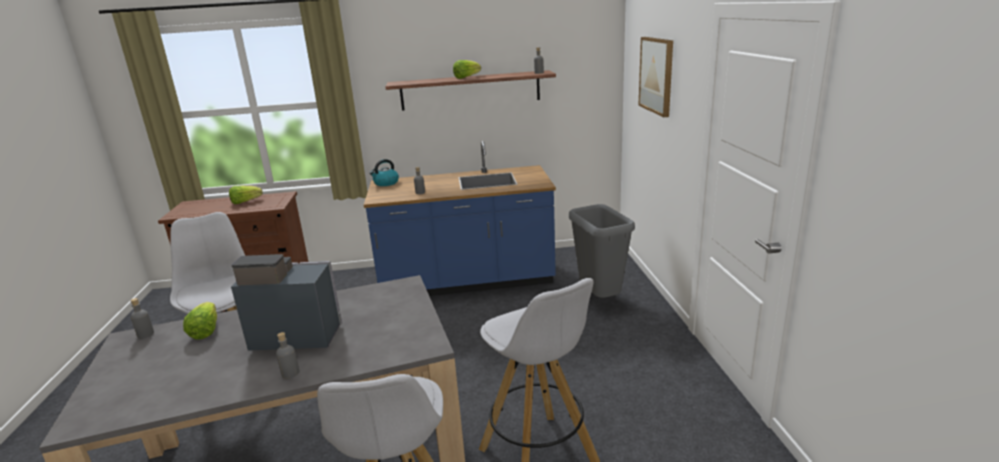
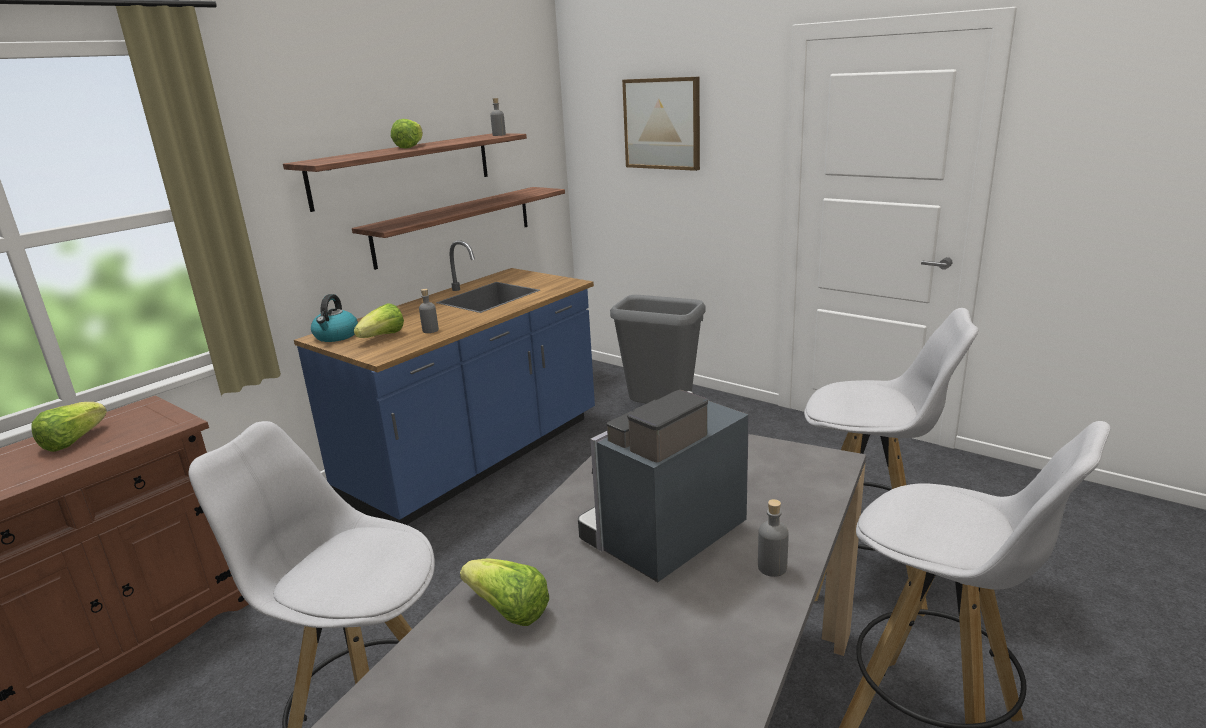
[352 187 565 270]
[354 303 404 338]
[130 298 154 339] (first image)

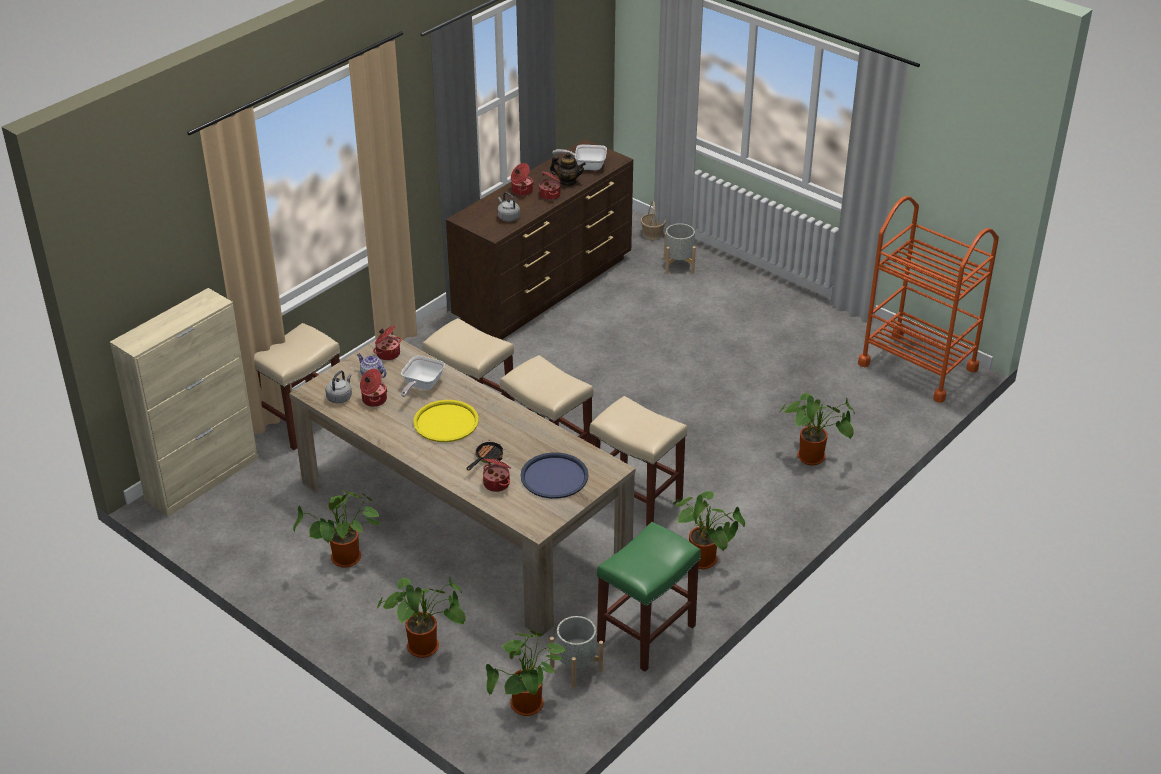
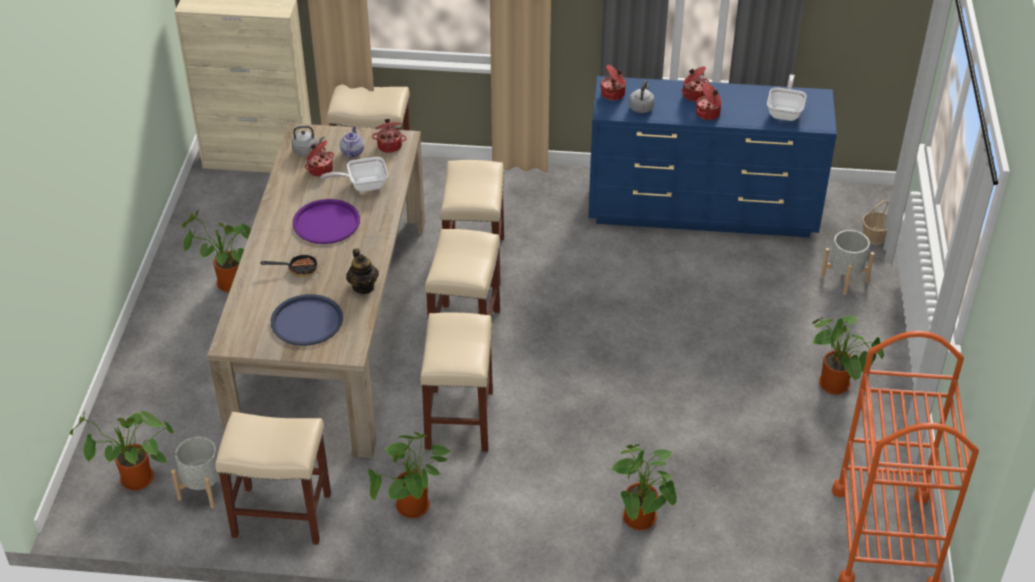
[215 412 331 545]
[293 199 360 244]
[346 248 379 294]
[588 76 837 237]
[600 65 626 100]
[767 74 806 121]
[811 316 884 395]

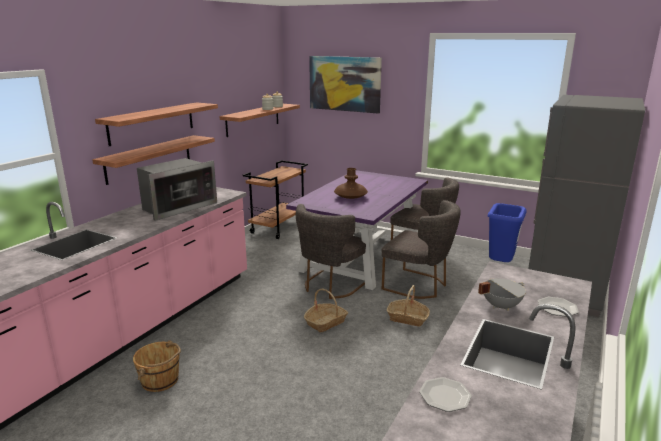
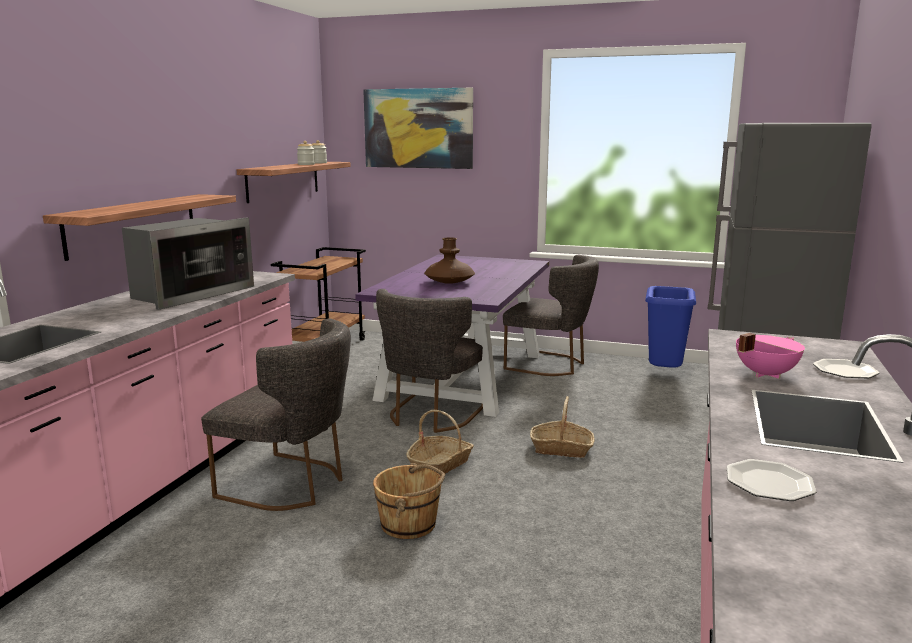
[201 319 351 511]
[373 463 445 539]
[736 333 805 379]
[95 102 218 146] (first image)

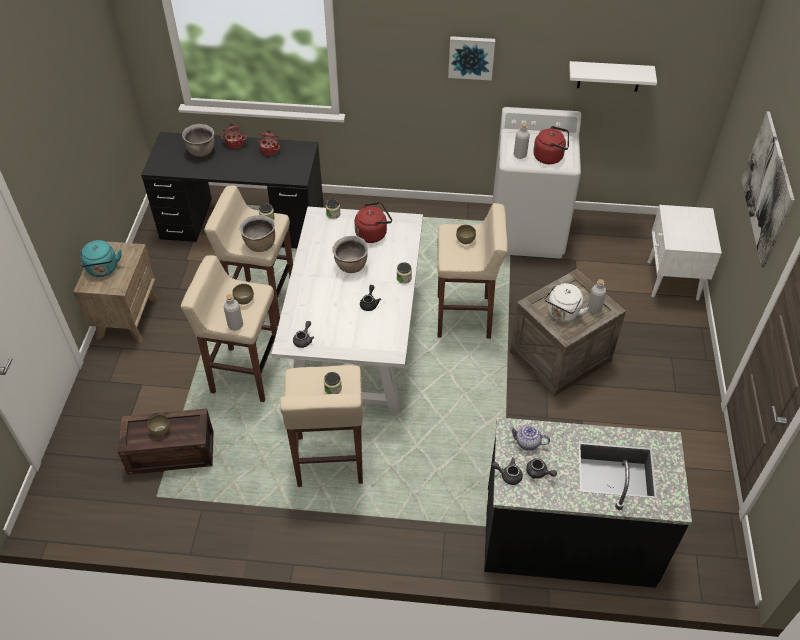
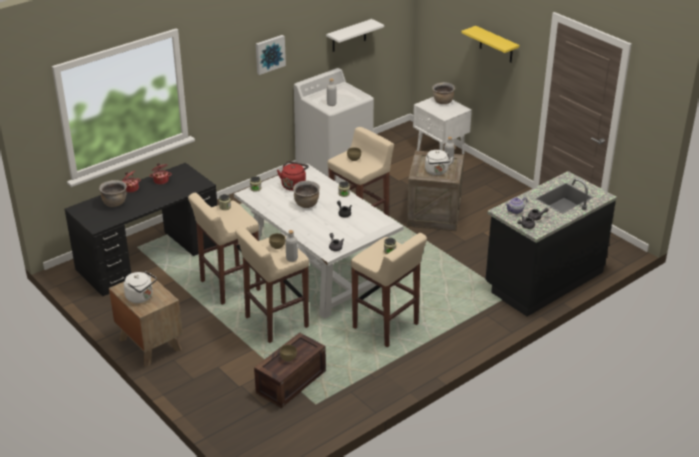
[124 271 157 303]
[432 82 455 104]
[461 26 519 63]
[533 126 569 164] (first image)

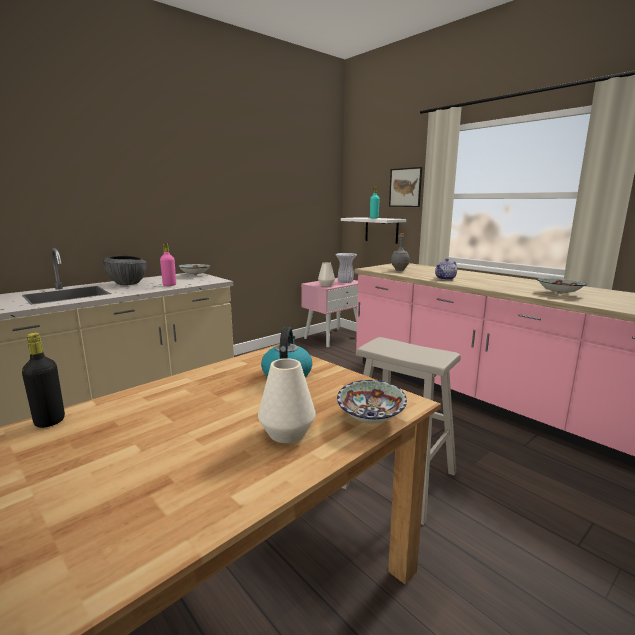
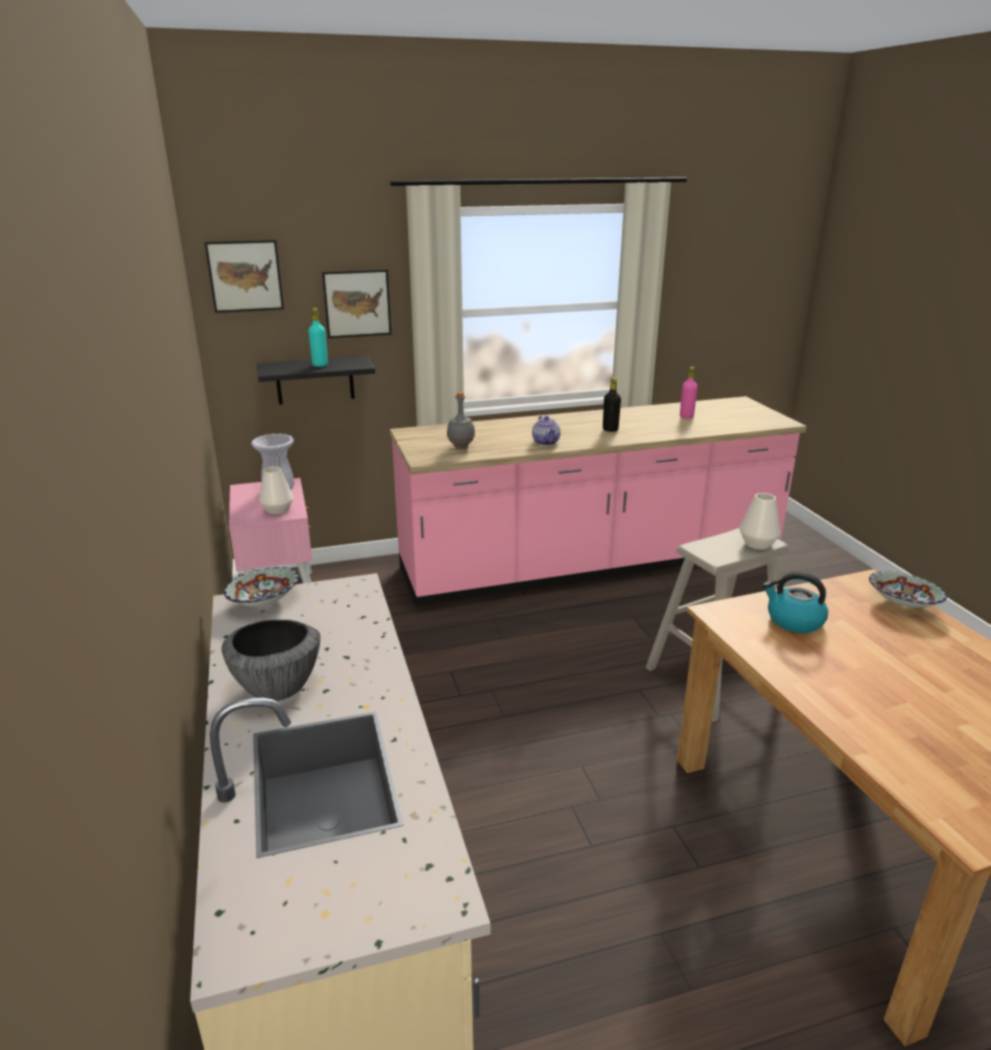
[205 240 284 313]
[257 356 375 405]
[603 378 621 432]
[680 367 698 419]
[740 493 781 550]
[537 278 587 294] (first image)

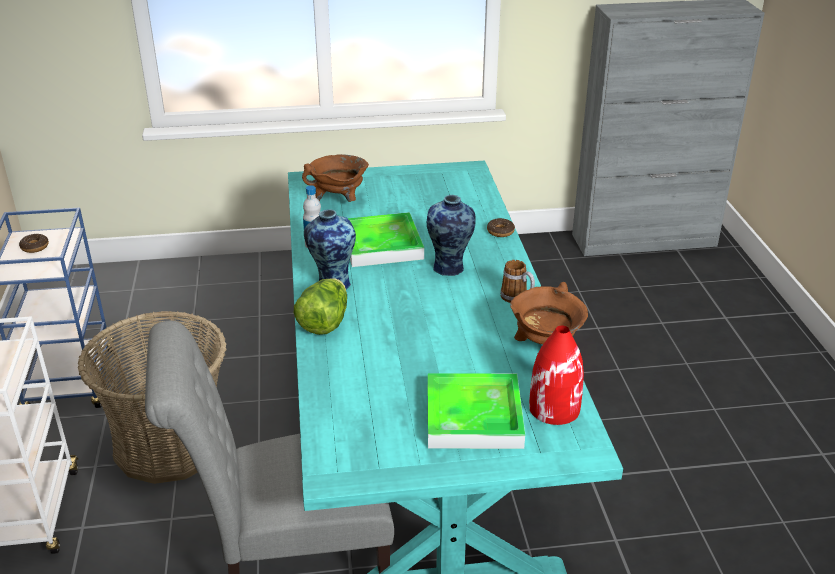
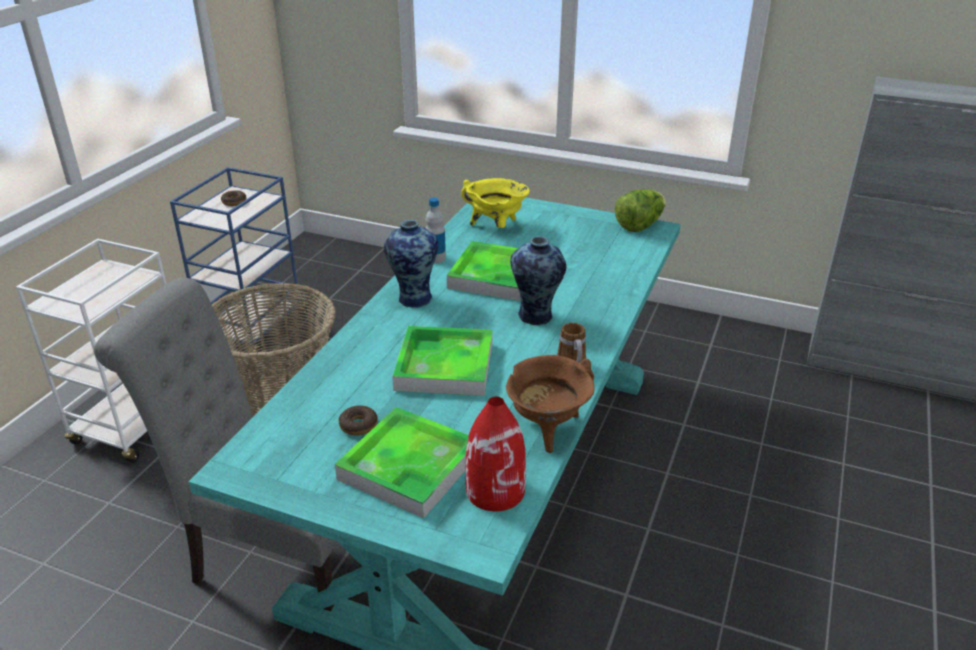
[338 405 378 435]
[392 326 493 396]
[461 178 530 228]
[615 189 666 232]

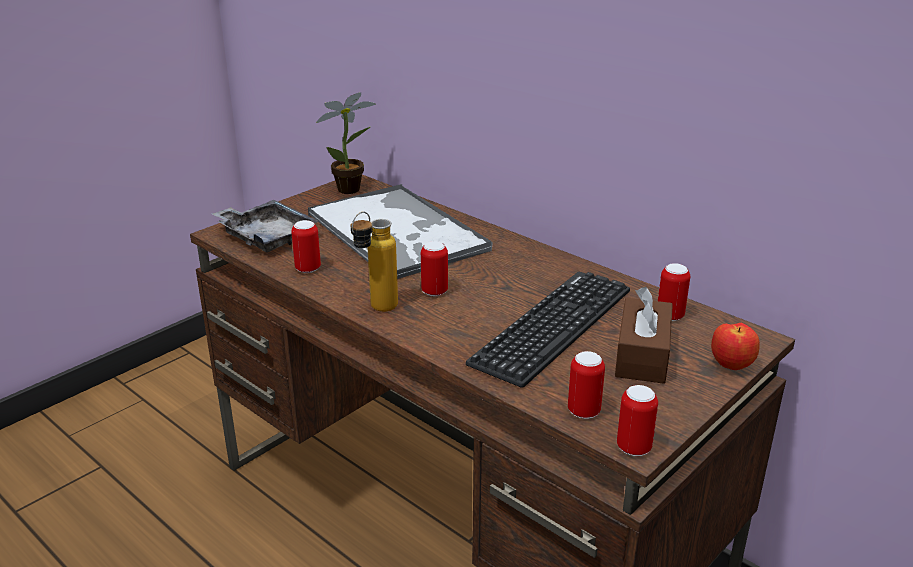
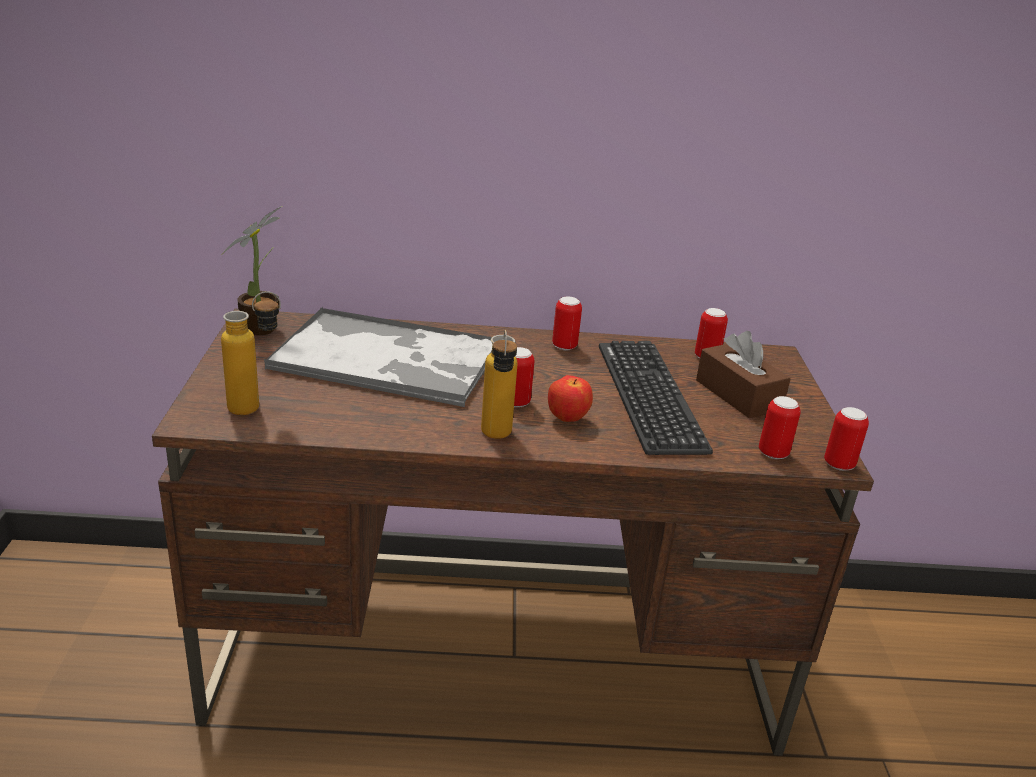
[221 291 281 415]
[548 375 593 422]
[552 297 582 350]

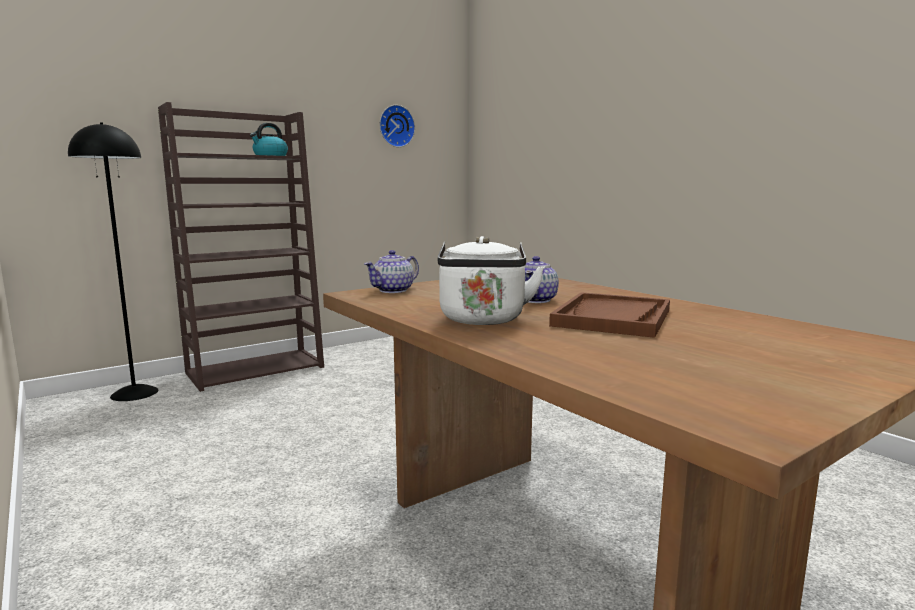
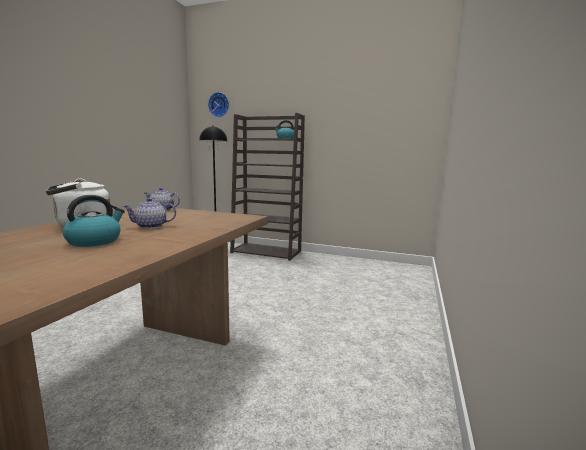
[63 195 125 247]
[208 92 229 118]

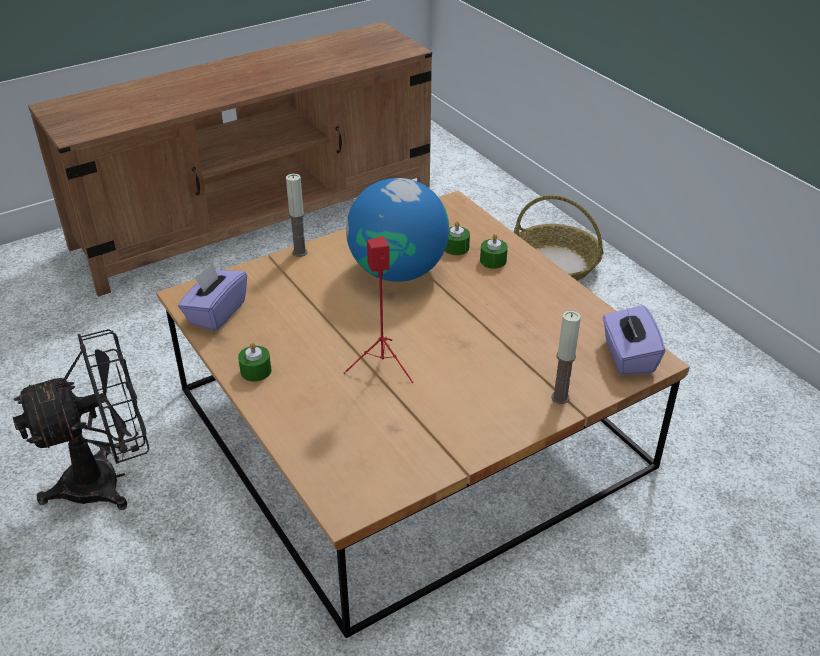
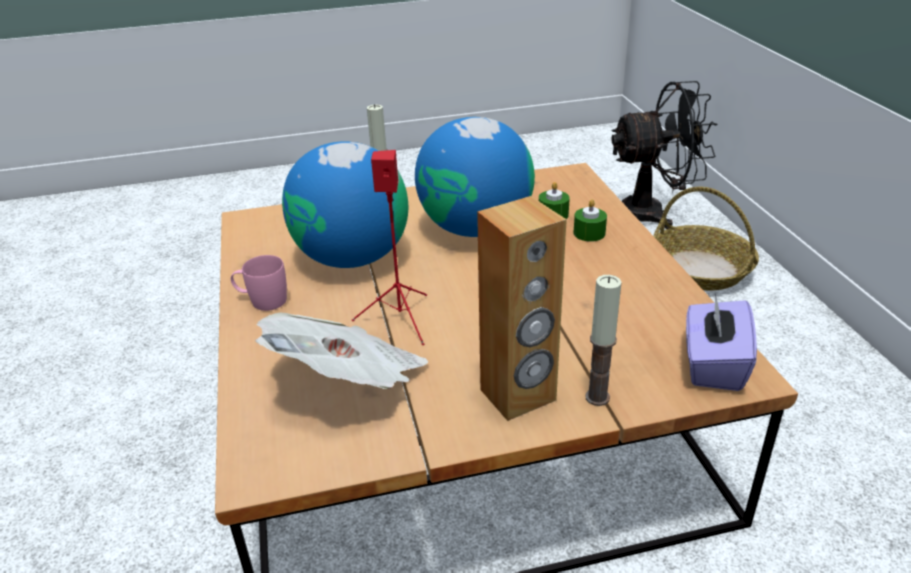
[231 255 287 311]
[255 313 428 389]
[282 141 408 268]
[477 196 567 421]
[611 81 717 229]
[28 22 432 297] (first image)
[178 262 247 331] (first image)

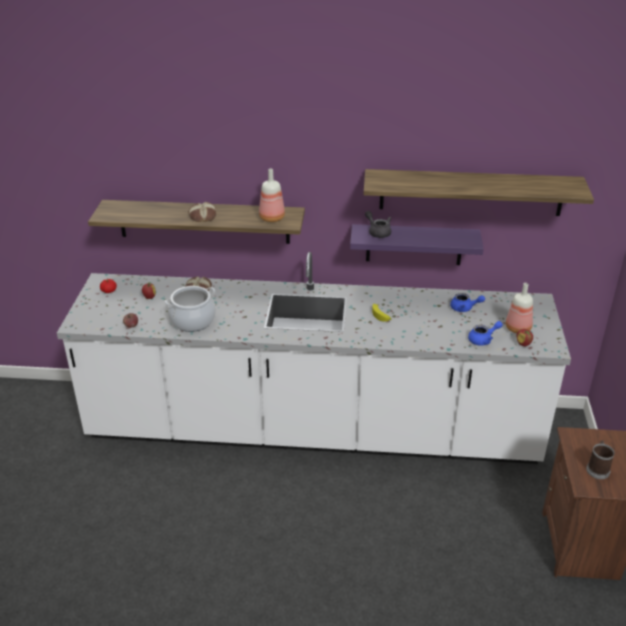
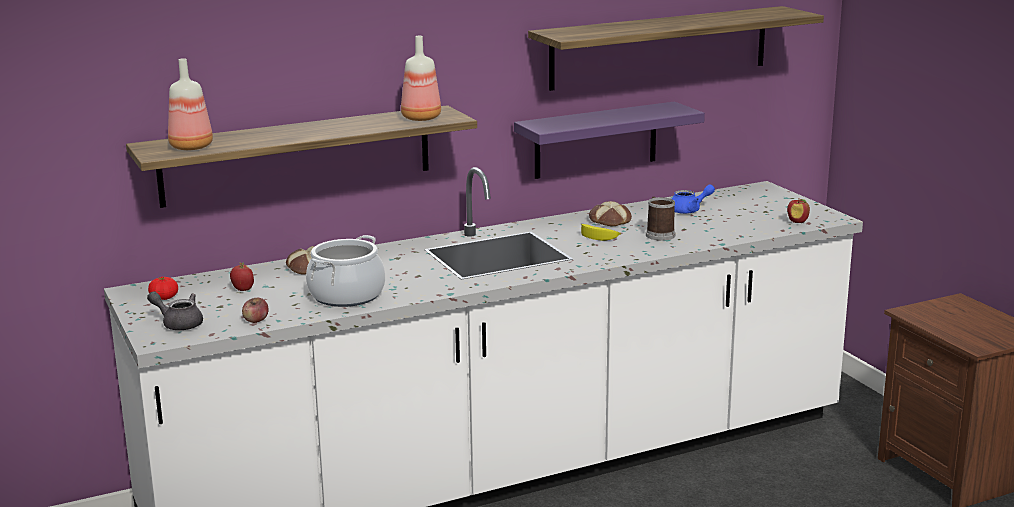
[147 291 203 330]
[168 58 213 150]
[589 201 632 226]
[646 197 675 241]
[468 321 503 346] (first image)

